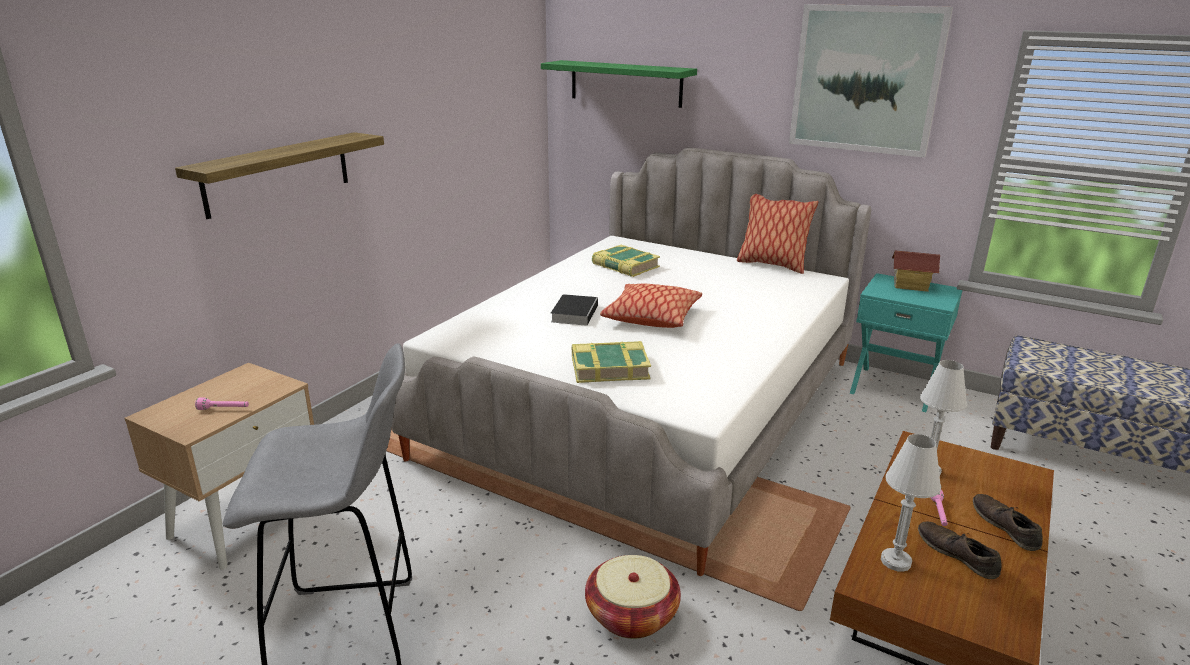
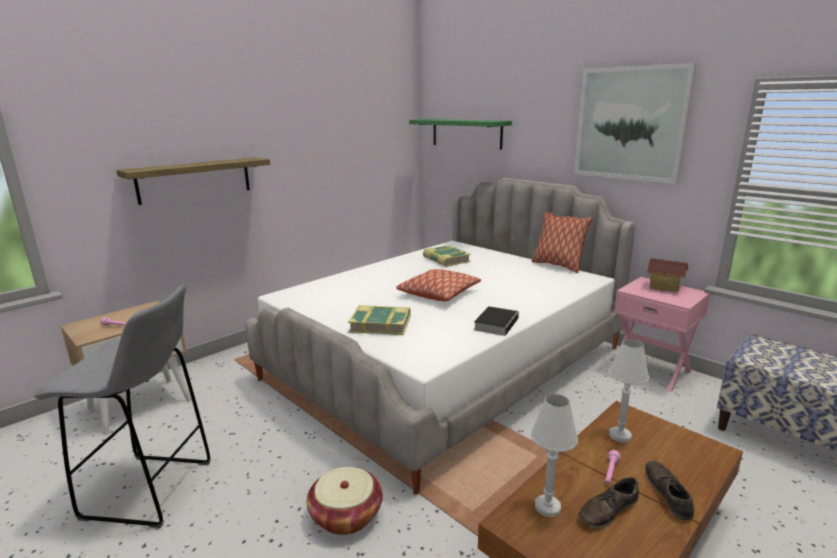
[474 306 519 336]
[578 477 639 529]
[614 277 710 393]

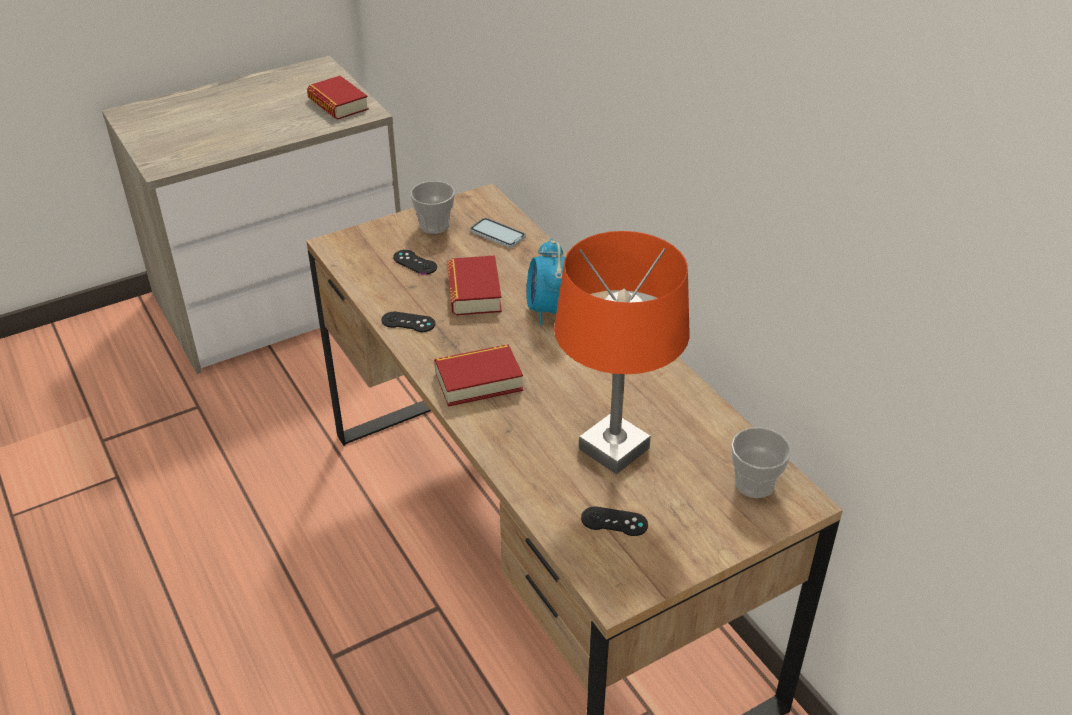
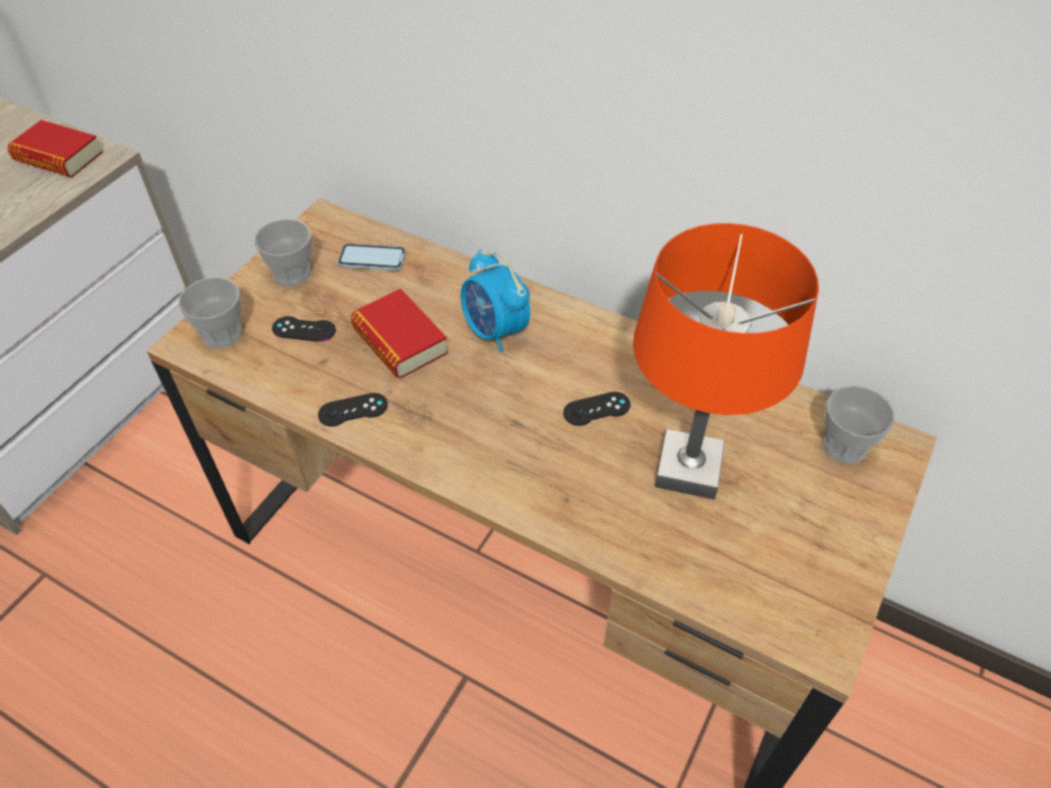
[178 277 242 349]
[563 392 630 426]
[434 344 523 407] (first image)

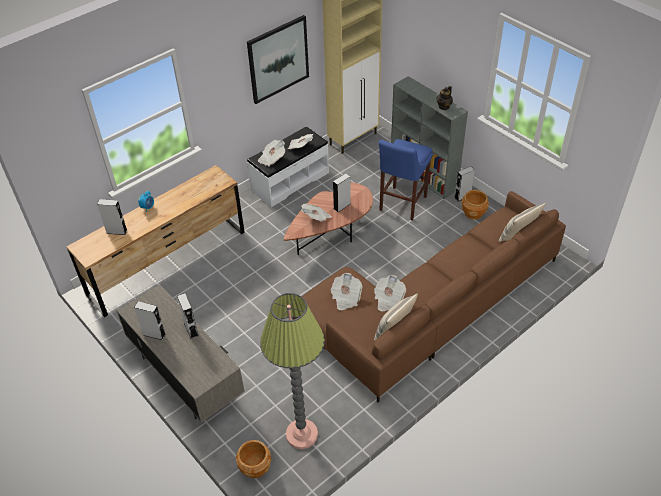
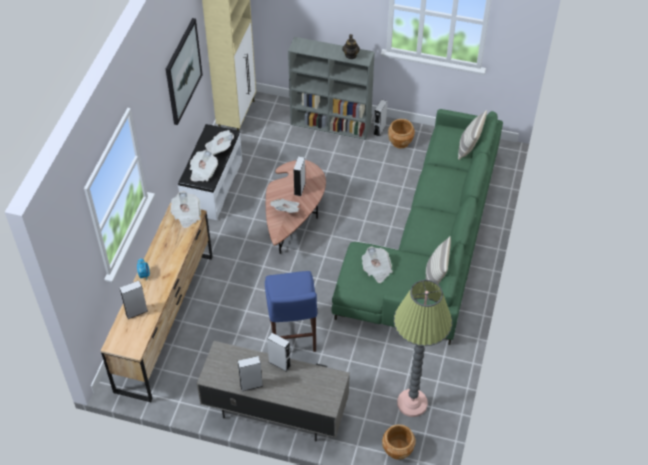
[170 191 201 228]
[265 271 317 352]
[331 109 503 345]

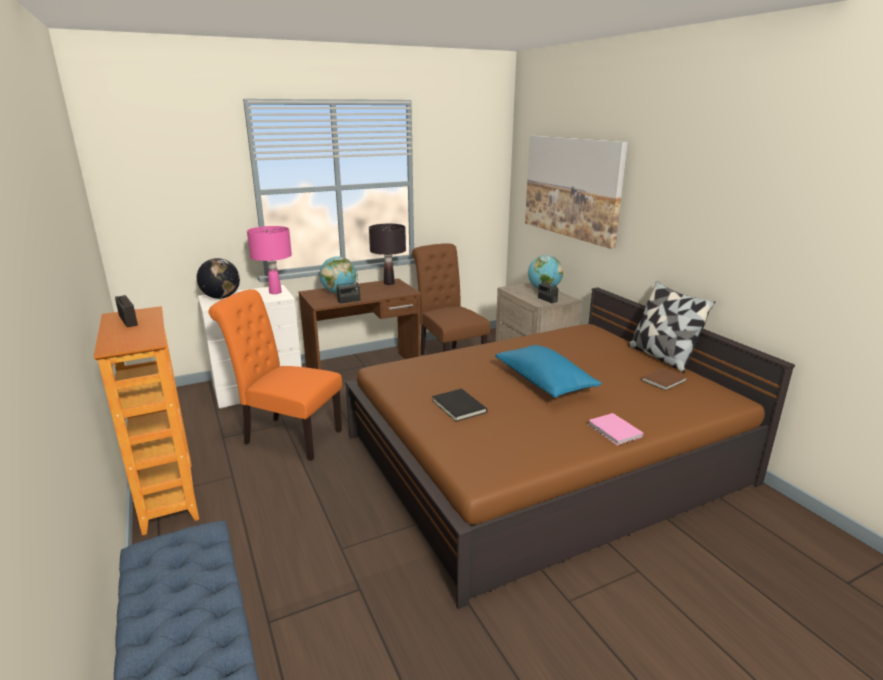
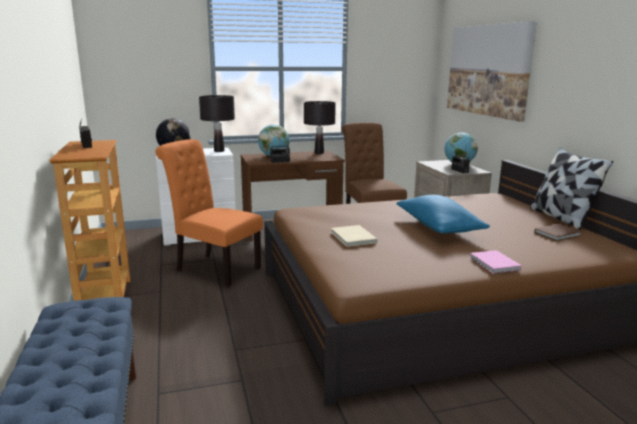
[199 95 235 152]
[331 225 378 247]

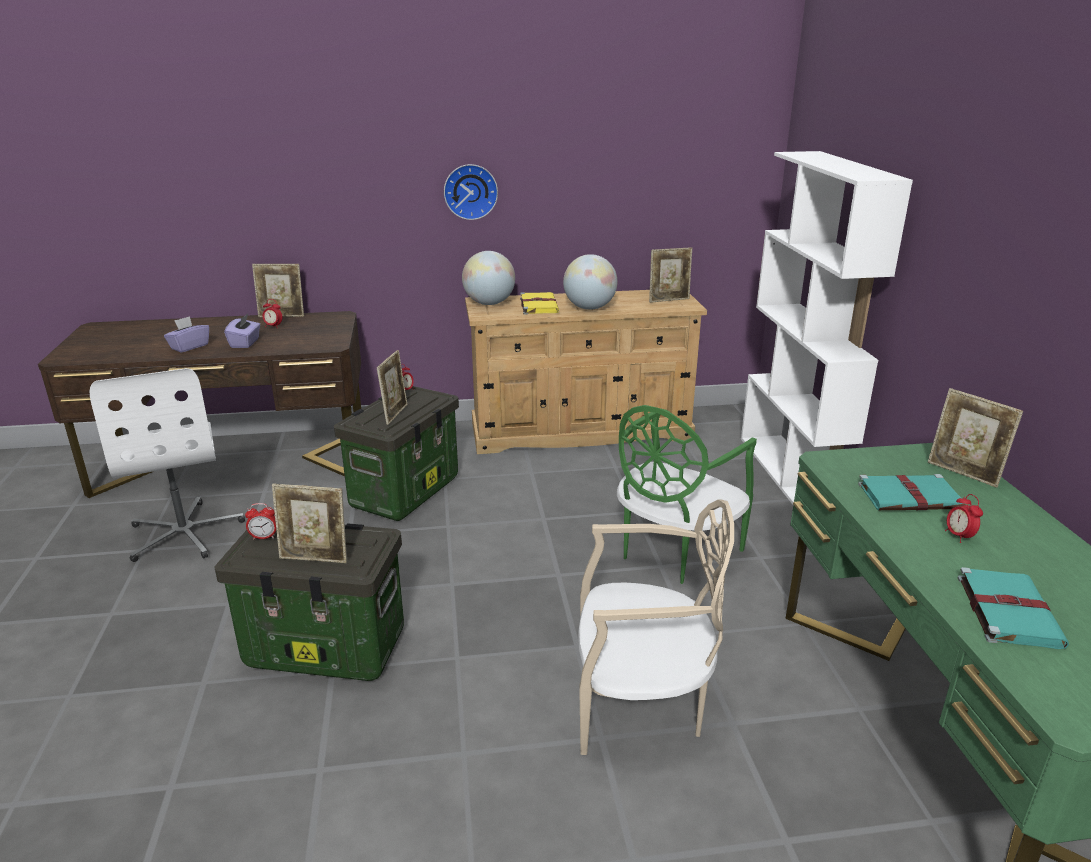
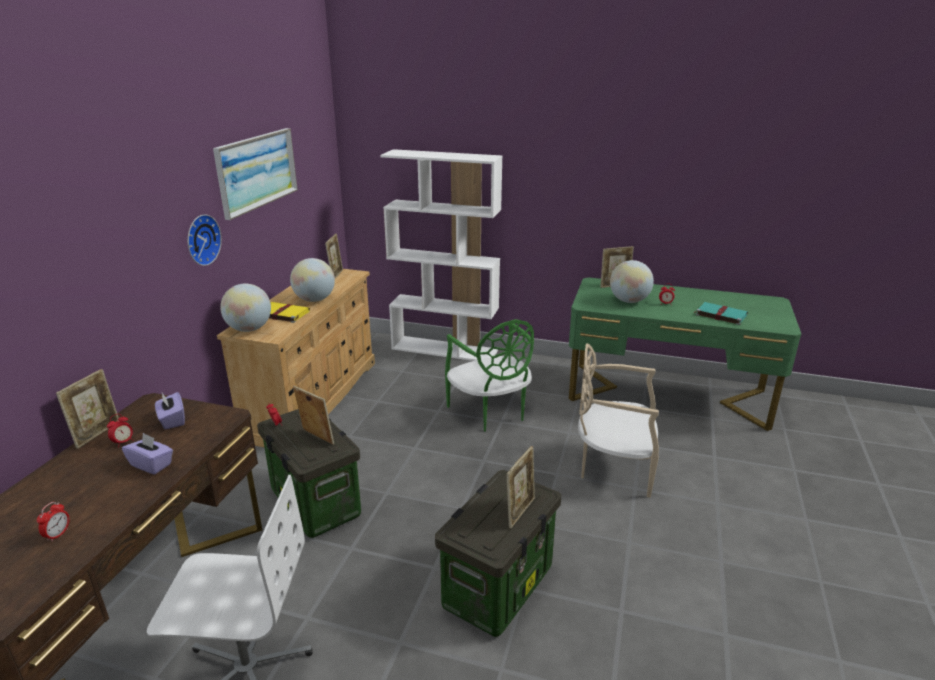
[37 502 70 542]
[155 392 185 430]
[213 128 298 220]
[578 344 659 498]
[610 260 654 303]

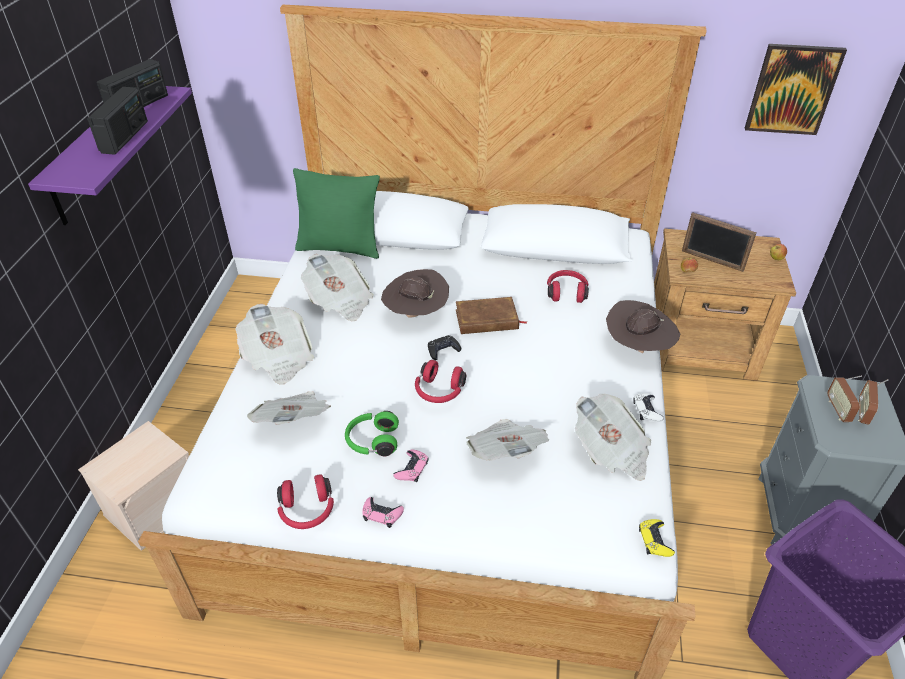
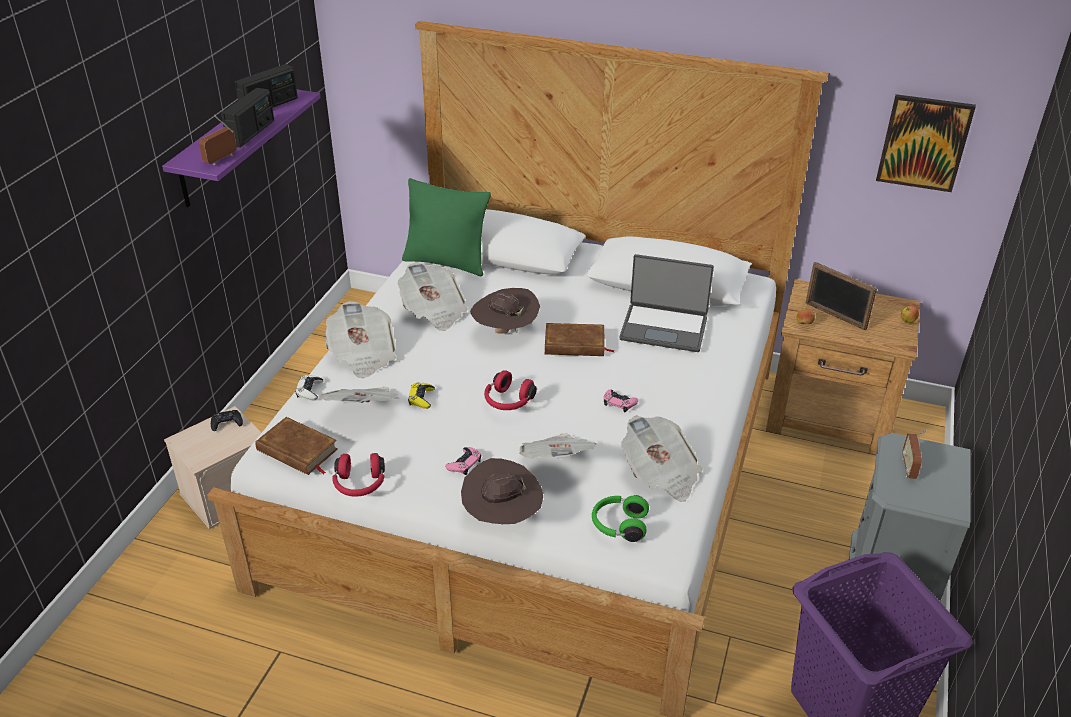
[199 116 237 165]
[211 410 243 431]
[255 417 338 475]
[295 375 323 400]
[408 382 435 409]
[461 458 543 524]
[592 495 649 542]
[604 390 638 412]
[620 254 714 352]

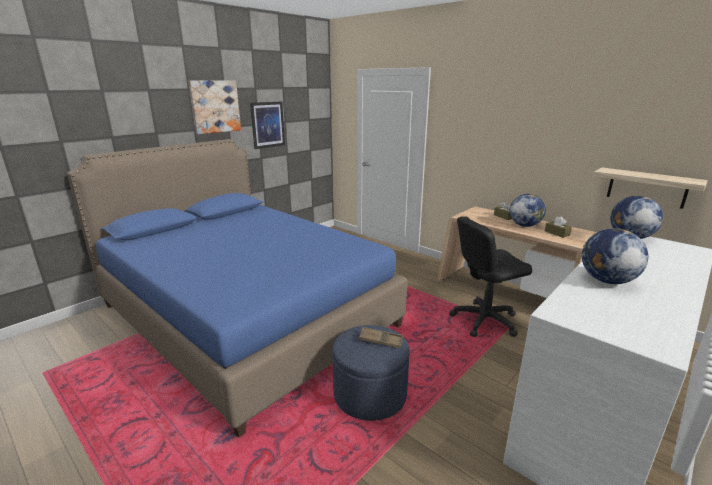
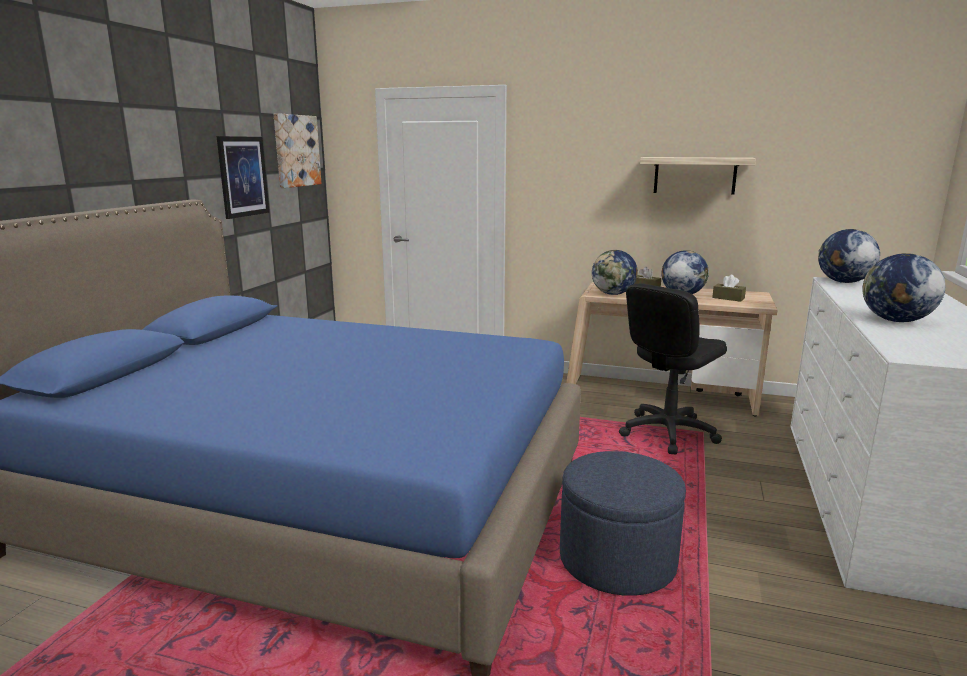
[274 113 321 188]
[592 250 638 295]
[640 157 756 195]
[359 327 403 348] (first image)

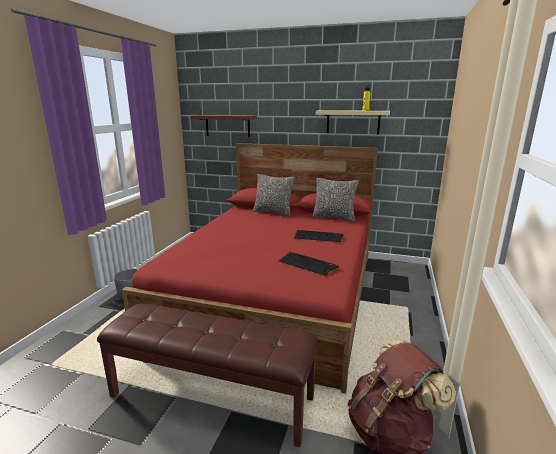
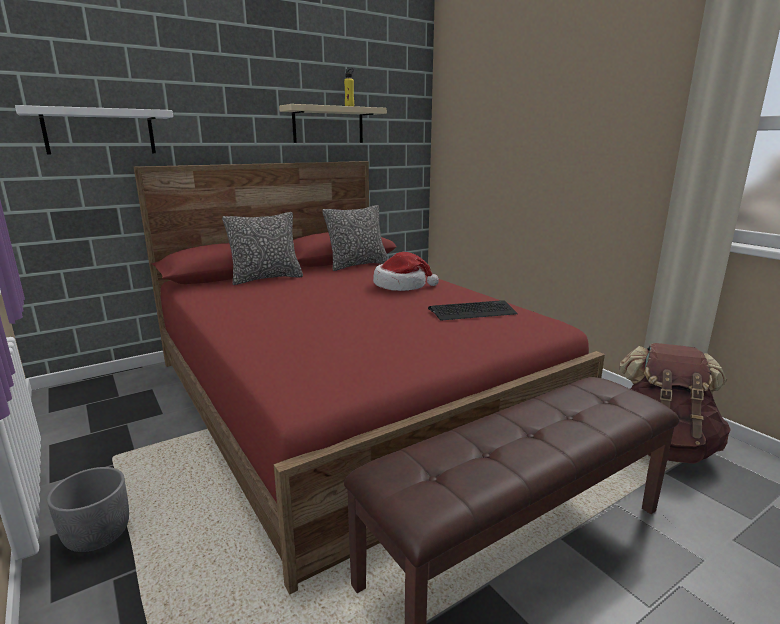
[15 105 173 155]
[373 252 439 291]

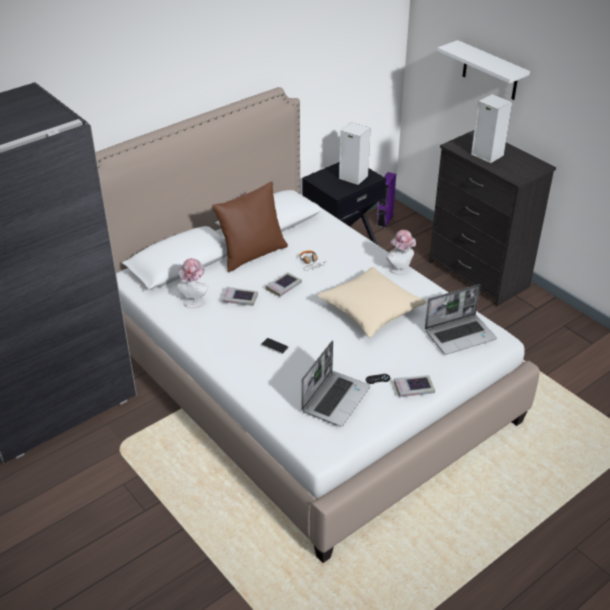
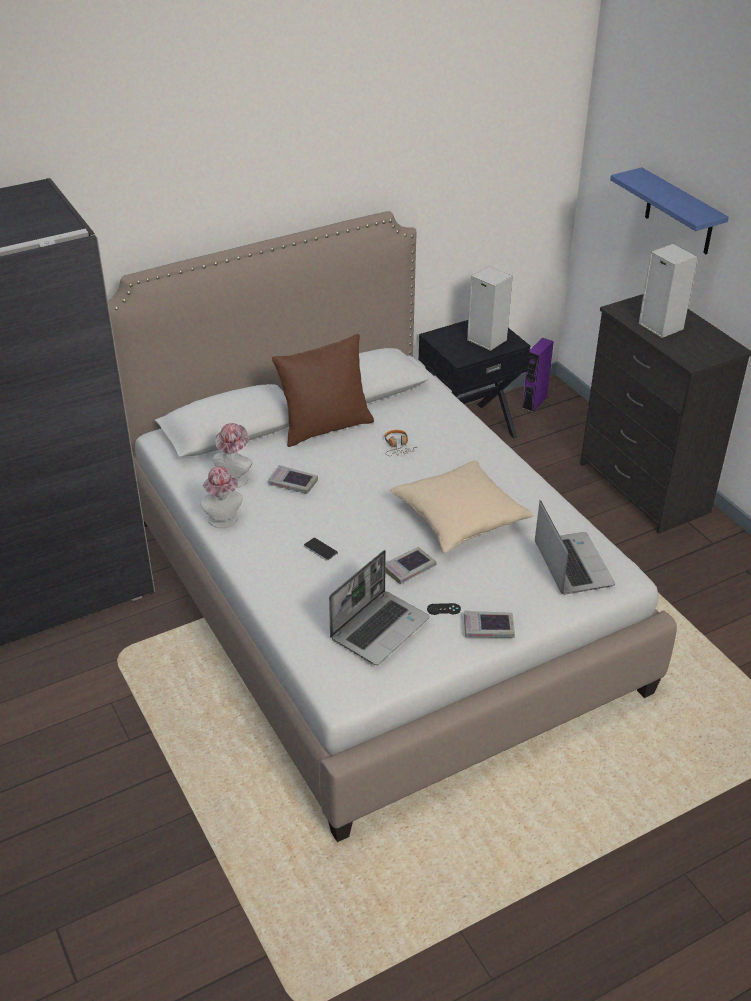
[200 466 243 528]
[385 547 437 584]
[535 500 615 595]
[610 167 729 254]

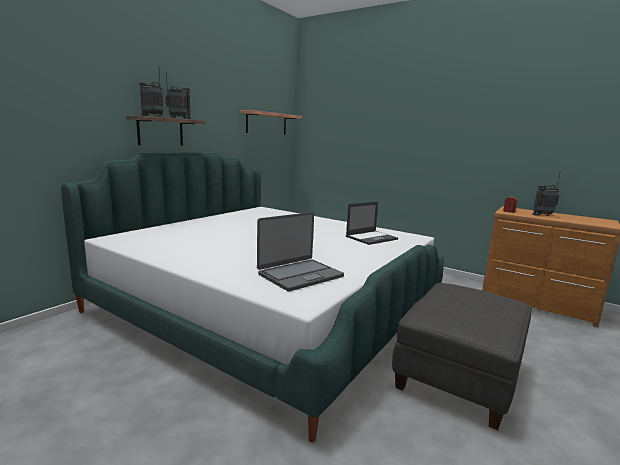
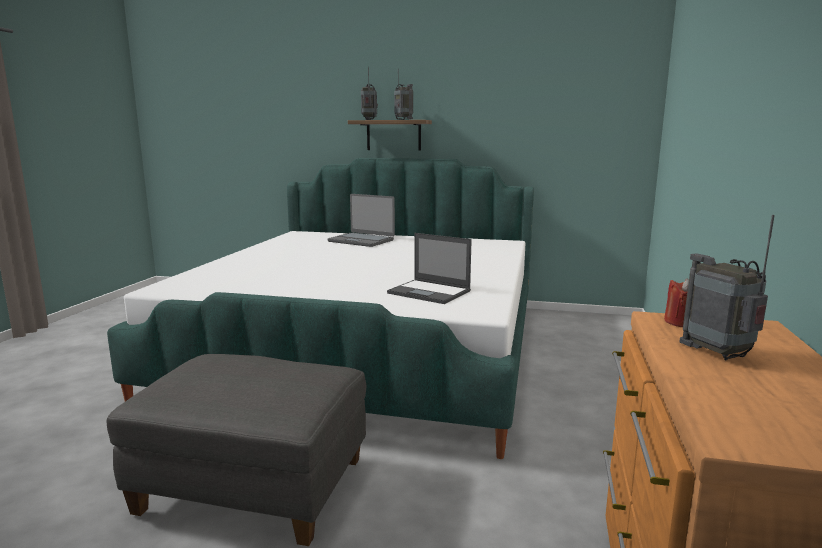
[328 194 395 247]
[241 110 302 135] (first image)

